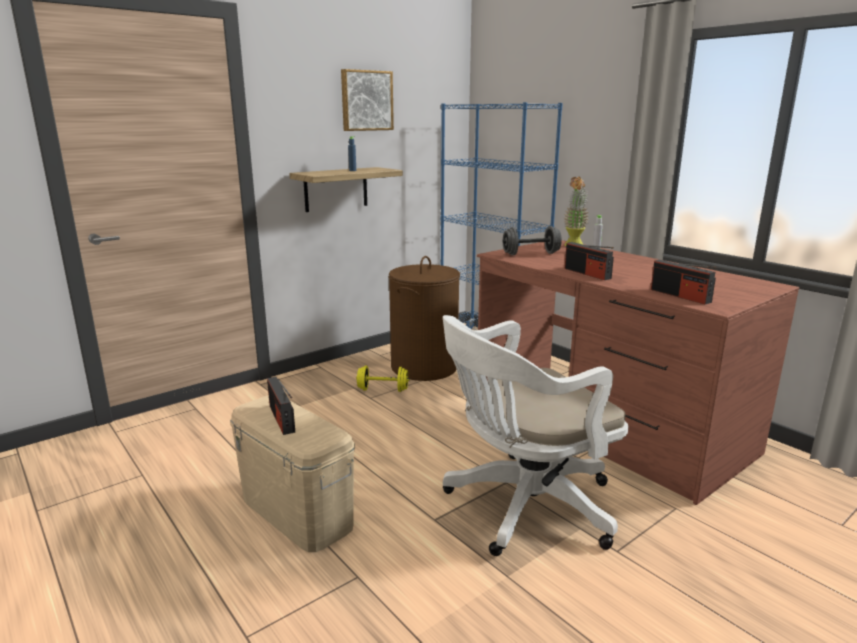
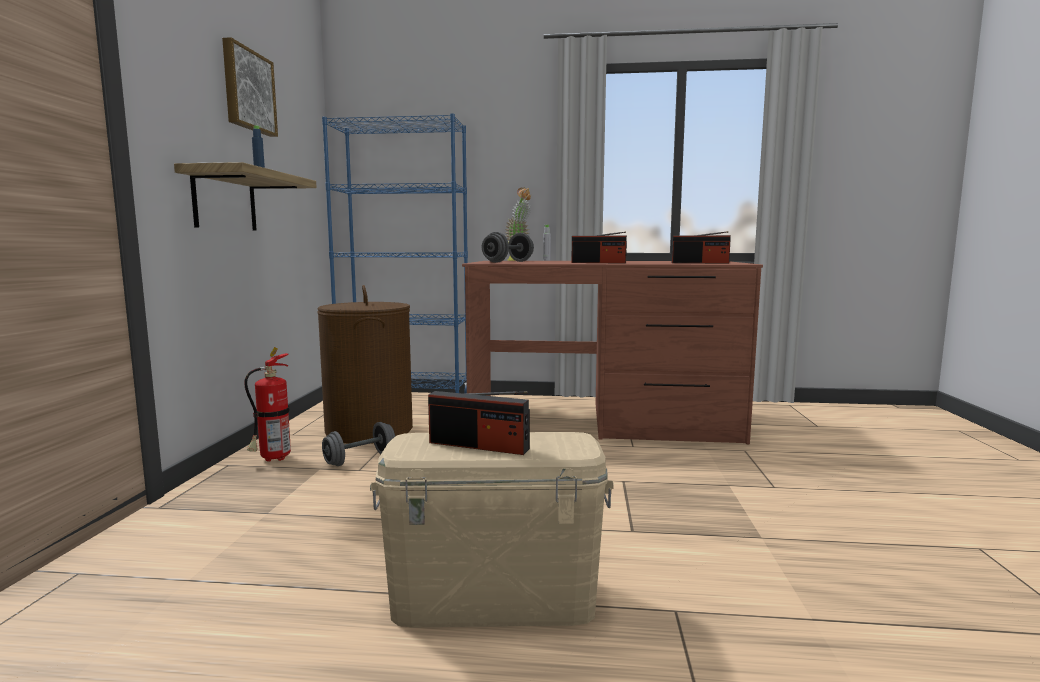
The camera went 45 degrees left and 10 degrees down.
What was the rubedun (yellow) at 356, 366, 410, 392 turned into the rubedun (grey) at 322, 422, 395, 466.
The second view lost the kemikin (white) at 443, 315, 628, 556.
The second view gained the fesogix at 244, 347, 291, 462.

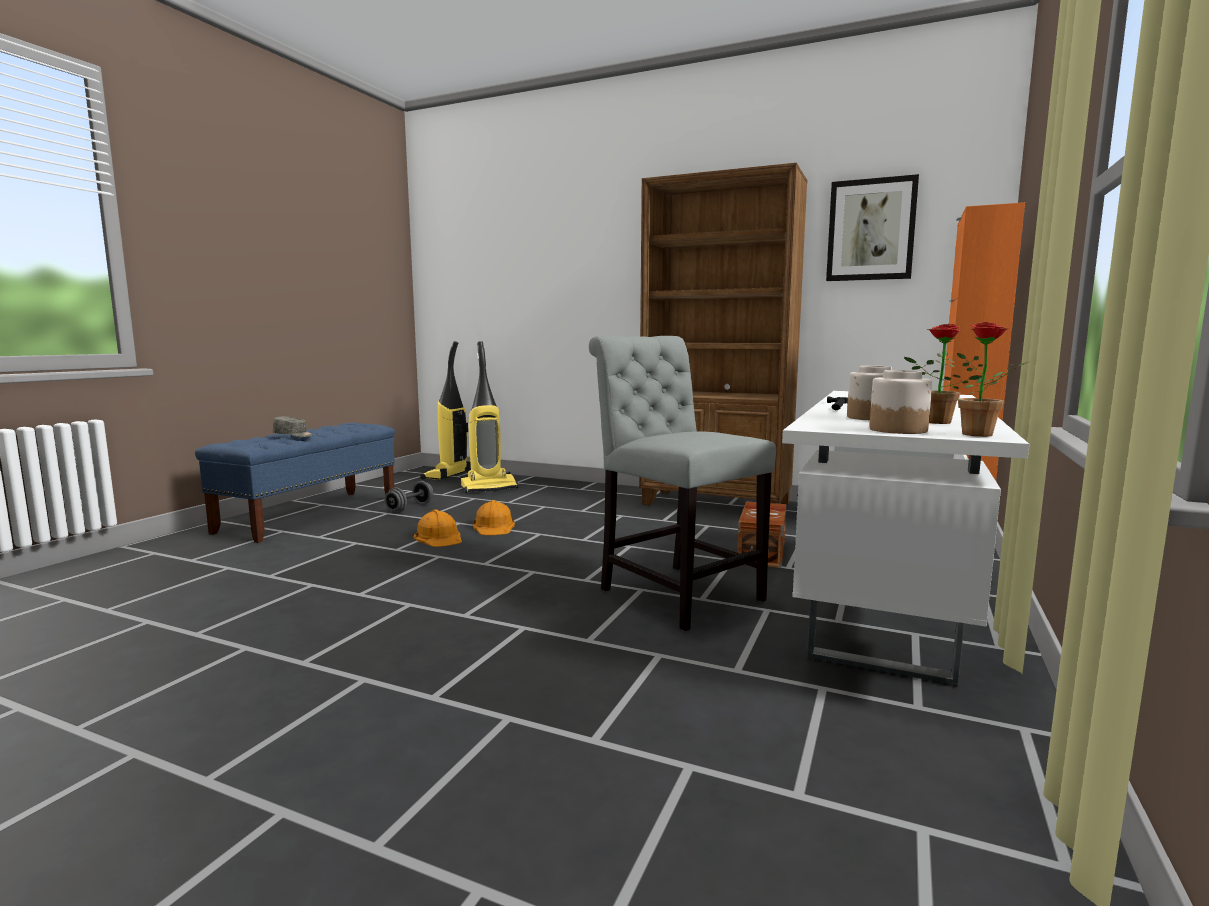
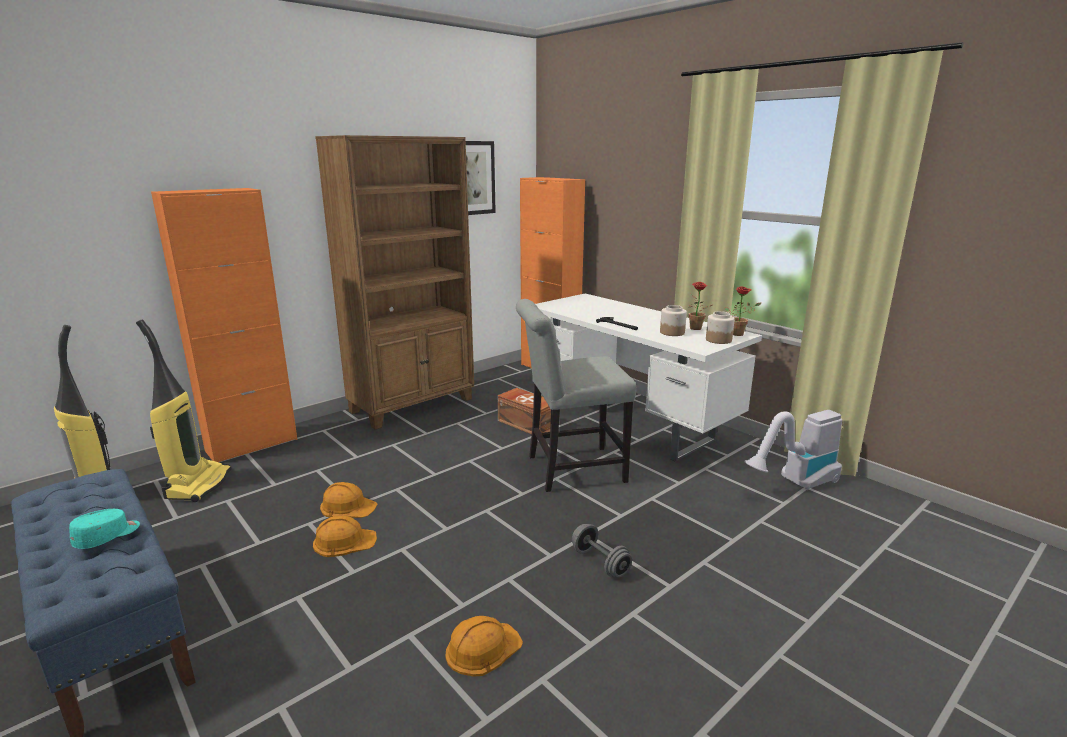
The camera went 65 degrees left and 10 degrees up.
What was the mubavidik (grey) at 273, 417, 313, 437 turned into the mubavidik (turquoise) at 69, 509, 140, 549.
The rubedun (grey) ended up elsewhere, having gone from 385, 481, 434, 512 to 572, 524, 632, 577.
The second view gained the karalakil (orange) at 151, 188, 298, 462.
The second view gained the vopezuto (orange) at 446, 616, 523, 677.
The second view gained the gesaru at 744, 410, 842, 490.

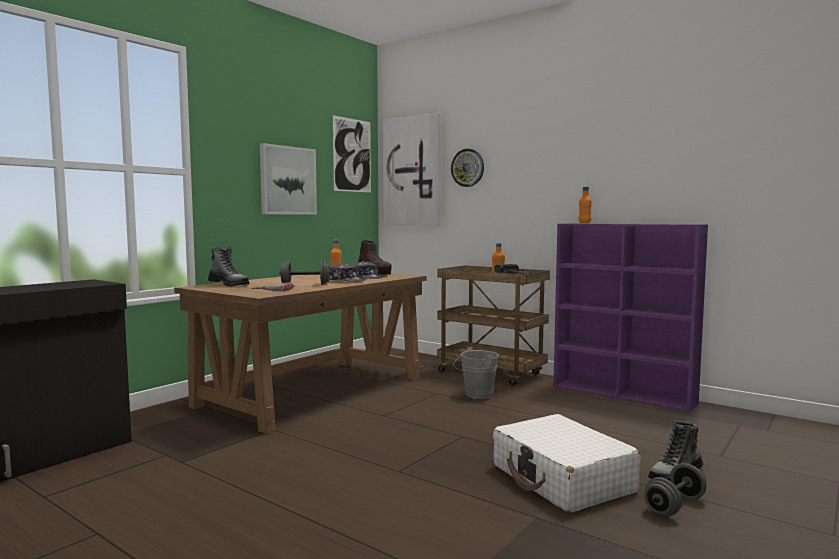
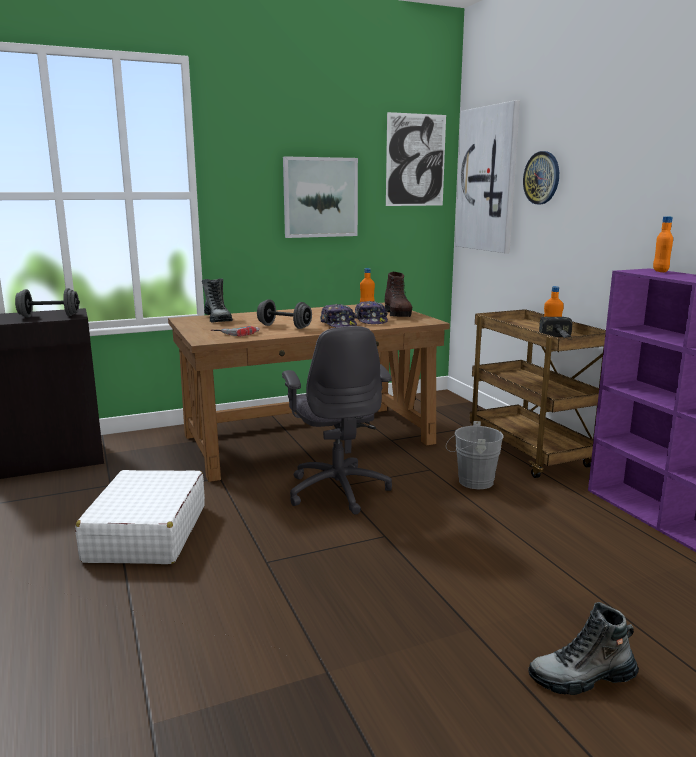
The camera went 30 degrees right and 10 degrees up.
The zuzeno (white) ended up elsewhere, having gone from 493, 414, 641, 513 to 76, 470, 205, 564.
The rubedun (grey) ended up elsewhere, having gone from 644, 463, 706, 516 to 15, 288, 80, 317.
The second view gained the kemikin (grey) at 282, 326, 392, 515.

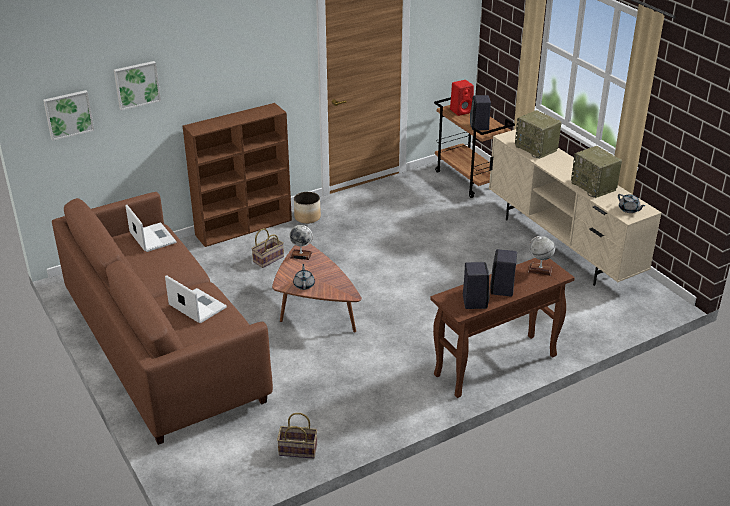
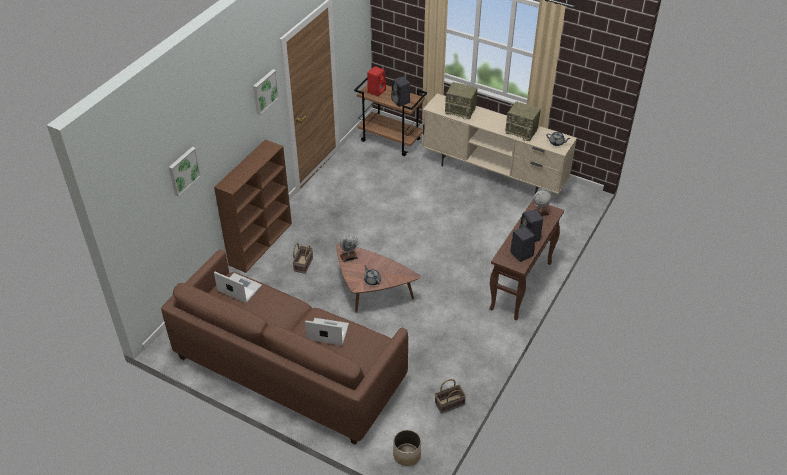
The camera went 30 degrees left and 10 degrees up.
The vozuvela ended up elsewhere, having gone from 43, 90, 94, 141 to 253, 69, 279, 115.
The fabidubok ended up elsewhere, having gone from 294, 192, 321, 224 to 393, 430, 421, 466.

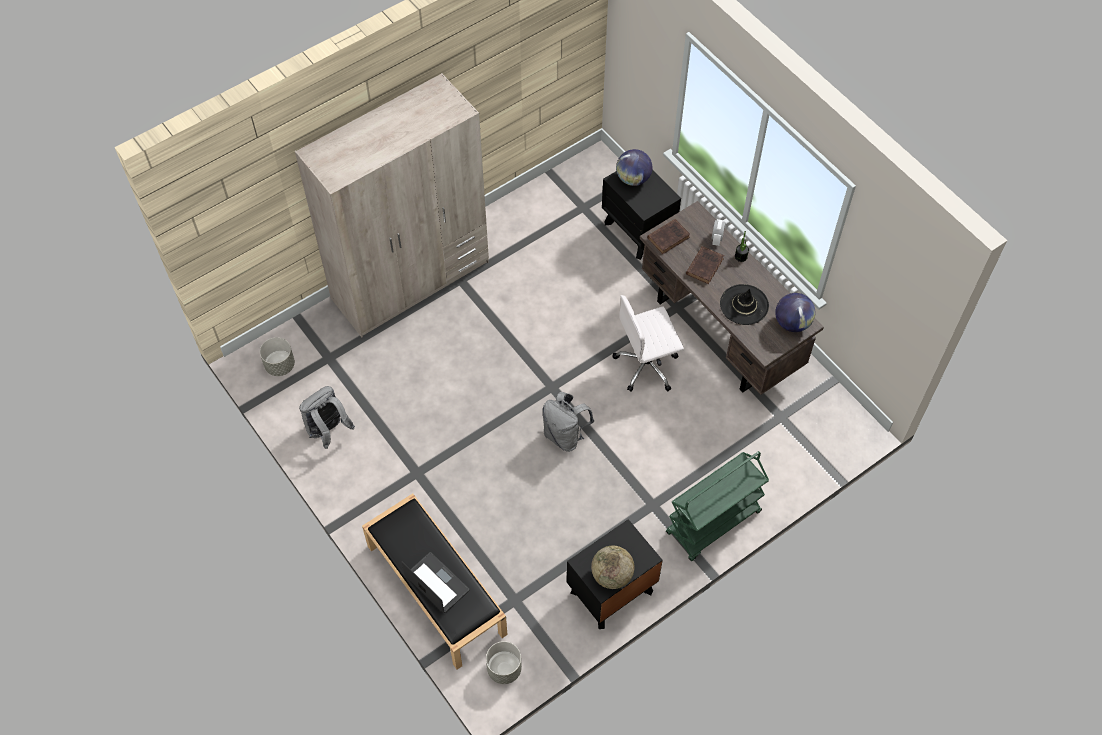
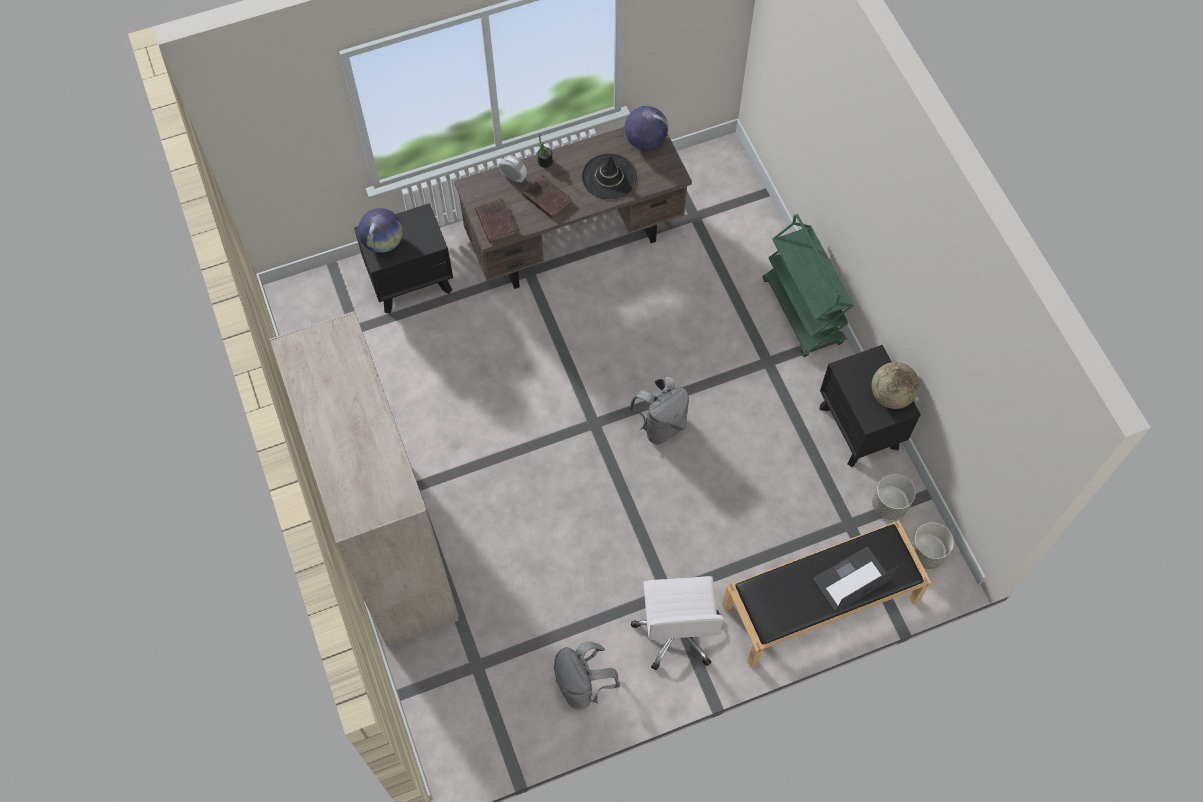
The camera went 75 degrees left and 5 degrees up.
The fabidubok (grey) ended up elsewhere, having gone from 260, 337, 295, 376 to 872, 474, 915, 520.
The kemikin (white) ended up elsewhere, having gone from 613, 295, 684, 392 to 631, 576, 724, 670.

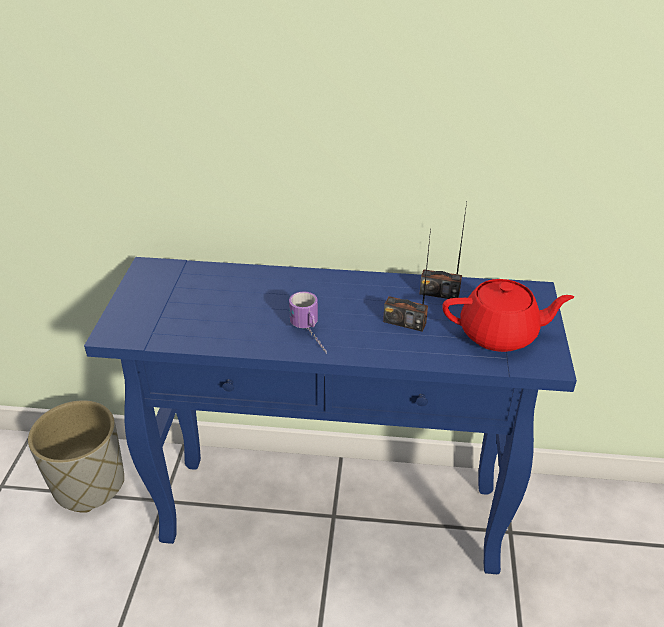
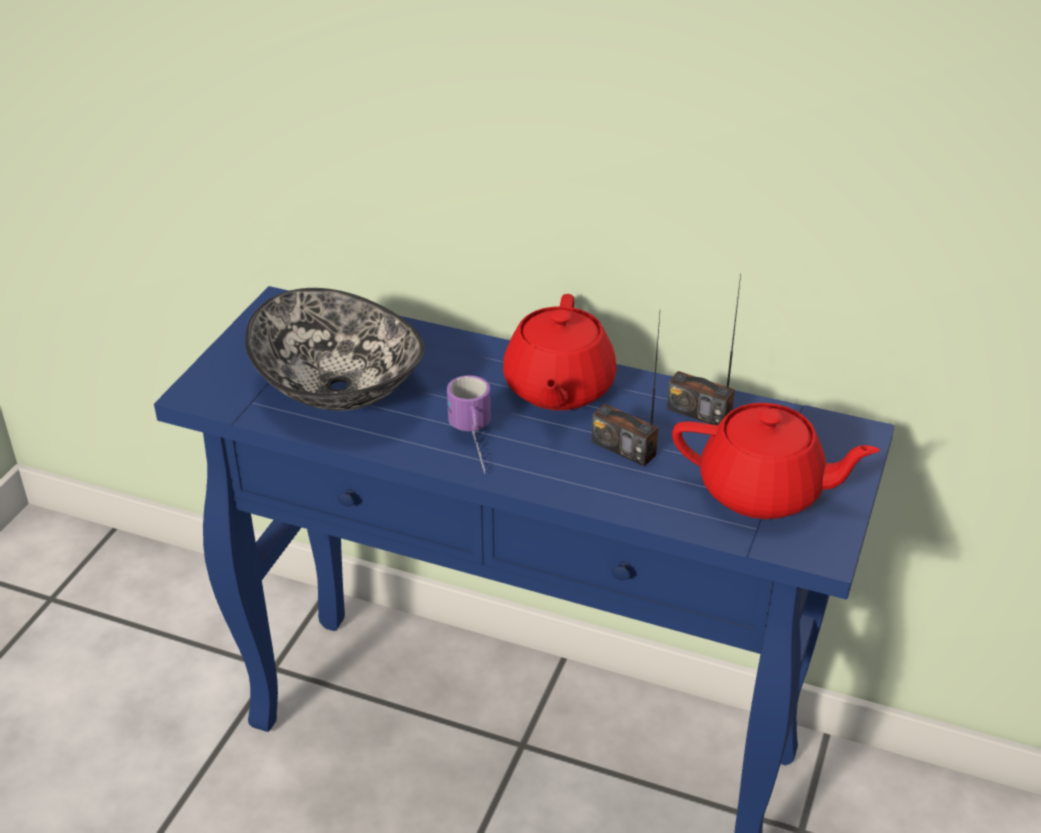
The camera went 15 degrees right and 0 degrees up.
The second view lost the fabidubok (grey) at 28, 400, 124, 513.
The second view gained the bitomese at 245, 288, 425, 411.
The second view gained the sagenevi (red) at 503, 294, 617, 410.

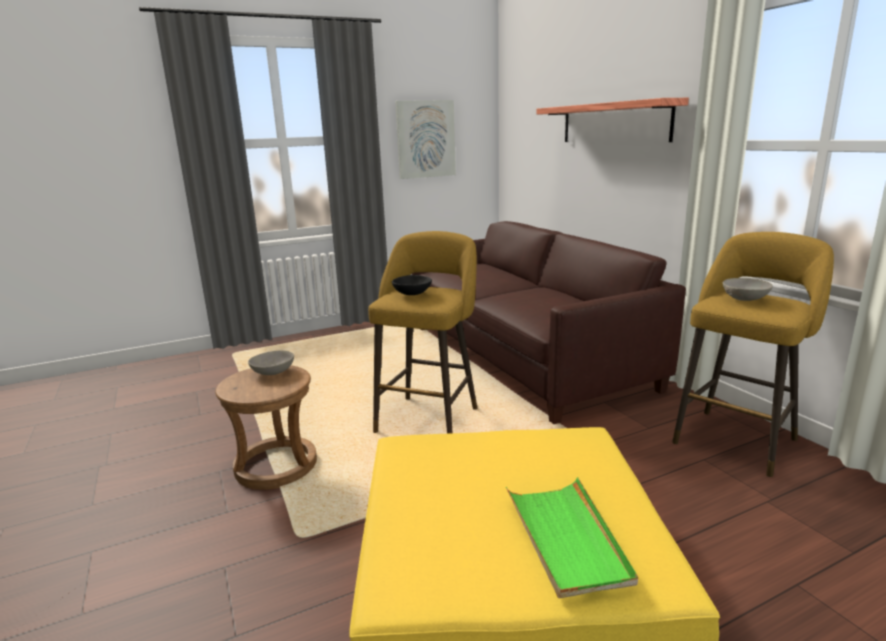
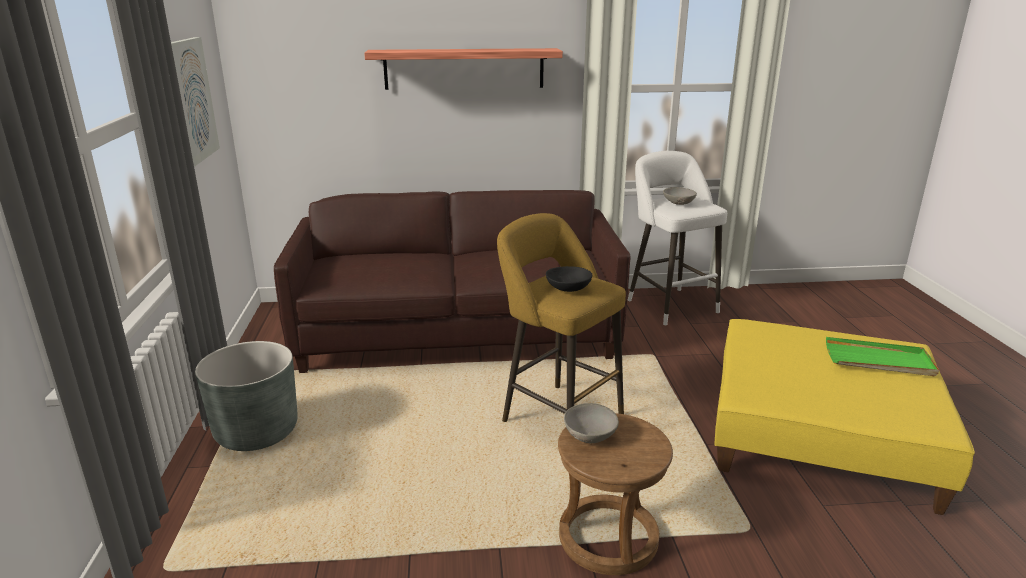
The camera went 70 degrees left and 5 degrees up.
What was the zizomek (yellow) at 672, 232, 834, 477 turned into the zizomek (white) at 628, 151, 727, 325.
The second view gained the fabidubok (grey) at 195, 341, 298, 451.

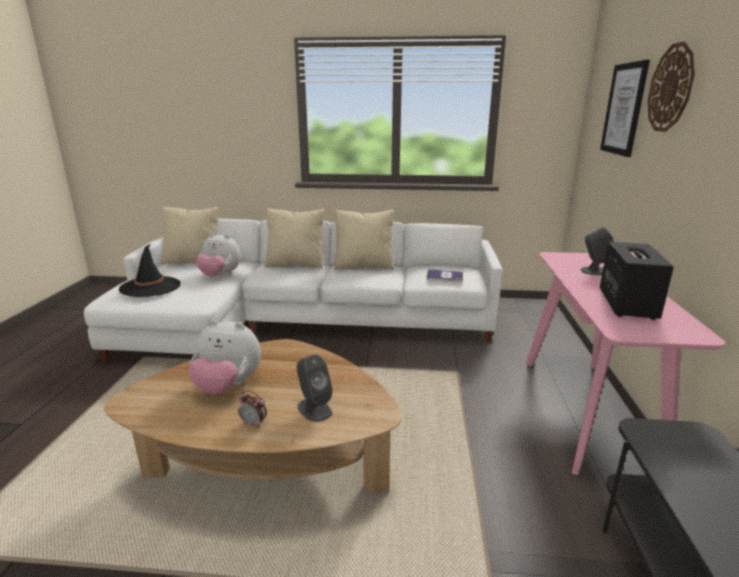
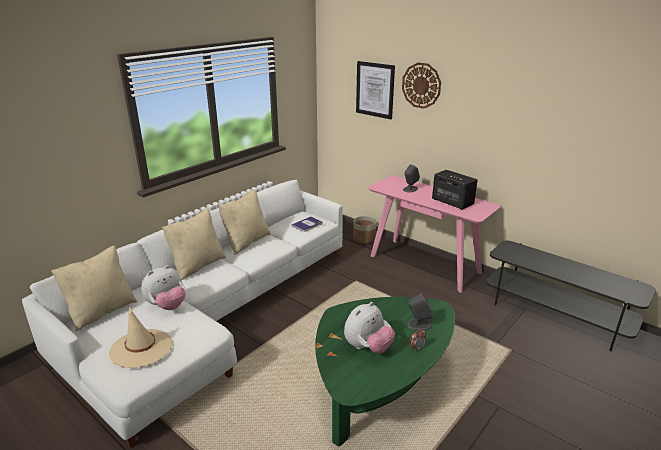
The camera went 55 degrees left and 5 degrees up.
What was the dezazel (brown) at 104, 339, 402, 493 turned into the dezazel (green) at 315, 297, 455, 447.
What was the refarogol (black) at 119, 243, 181, 297 turned into the refarogol (beige) at 109, 306, 173, 368.
The second view gained the fabidubok at 353, 216, 377, 243.

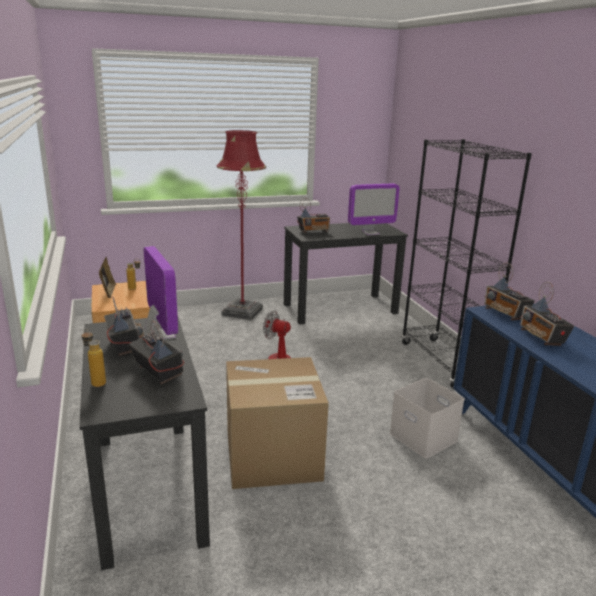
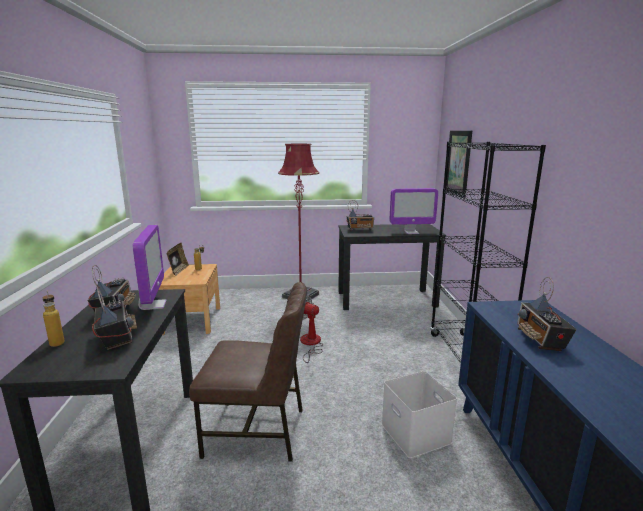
The camera went 15 degrees right and 5 degrees down.
Where the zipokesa stood at 226, 357, 329, 489, the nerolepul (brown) came to stand at 189, 282, 307, 462.
The second view lost the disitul at 484, 263, 535, 321.
The second view gained the vozuvela at 446, 131, 472, 198.

